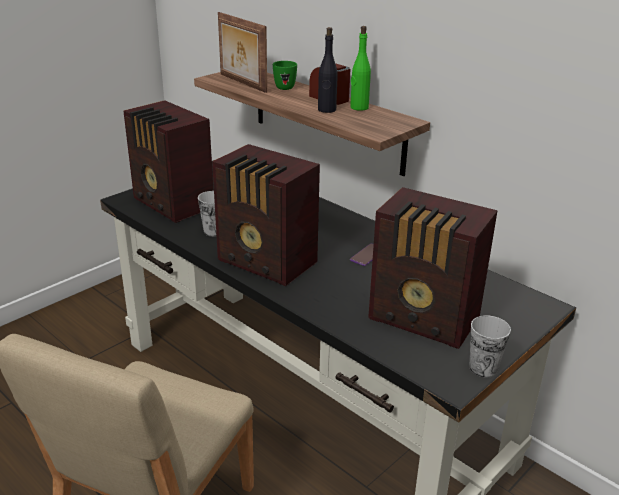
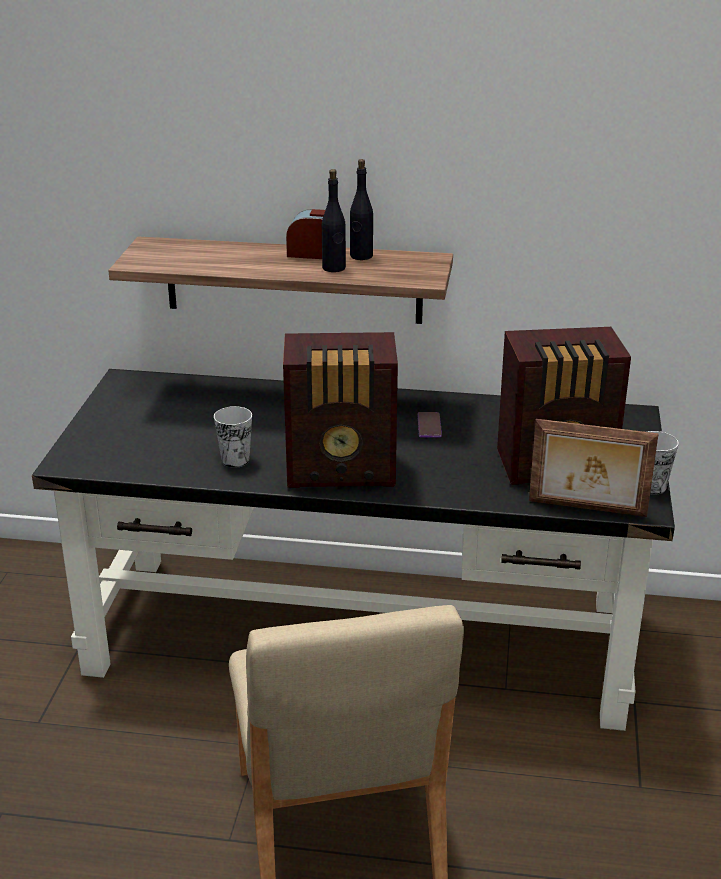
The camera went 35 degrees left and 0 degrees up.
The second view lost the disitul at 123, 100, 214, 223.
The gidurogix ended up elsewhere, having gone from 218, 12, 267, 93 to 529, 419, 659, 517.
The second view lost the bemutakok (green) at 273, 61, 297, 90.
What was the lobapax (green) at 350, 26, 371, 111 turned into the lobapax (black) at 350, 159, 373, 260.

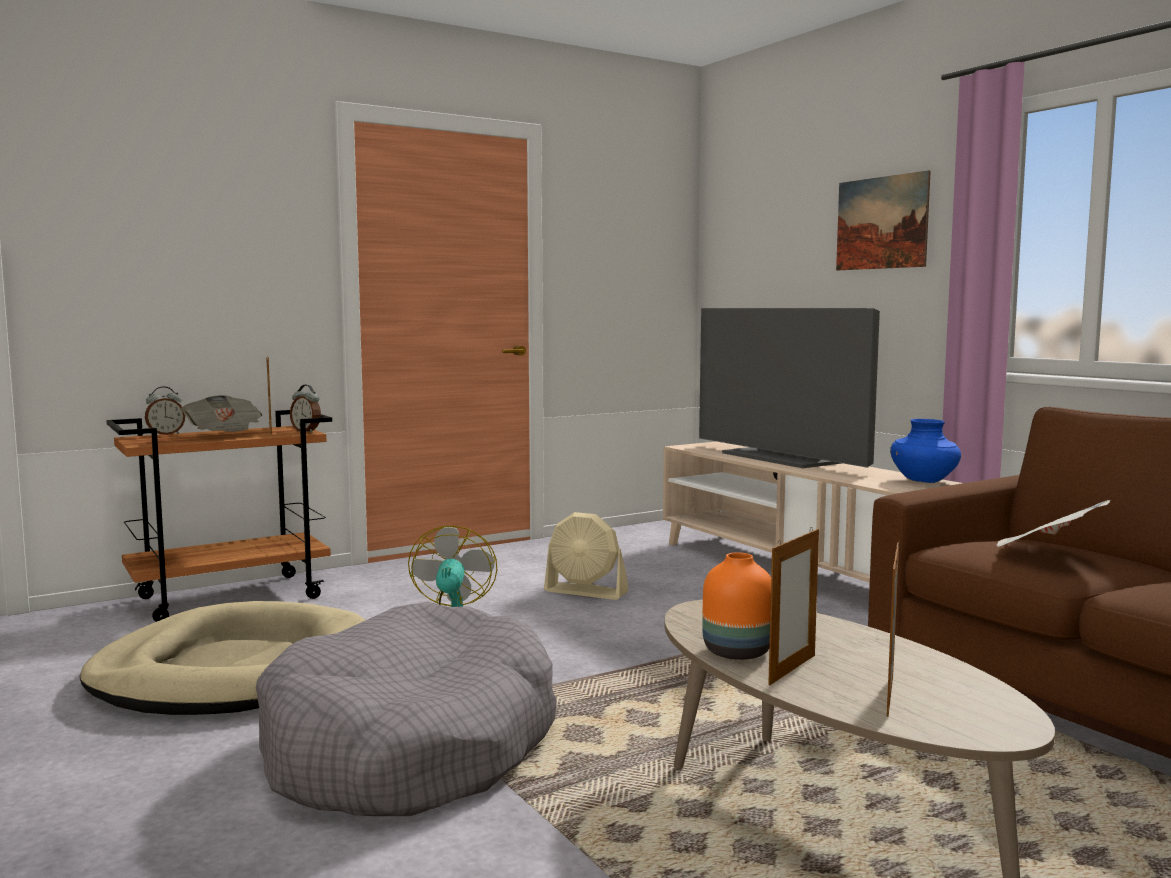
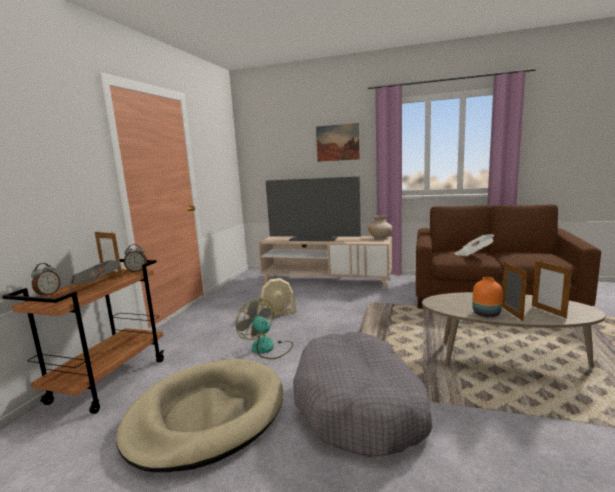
The camera went 40 degrees left and 5 degrees up.
What was the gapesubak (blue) at 890, 419, 961, 483 turned into the gapesubak (beige) at 368, 215, 392, 239.

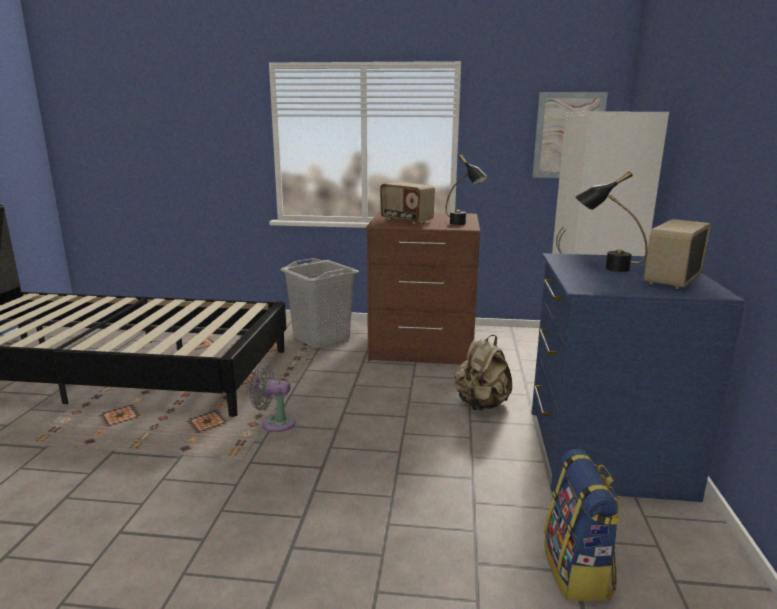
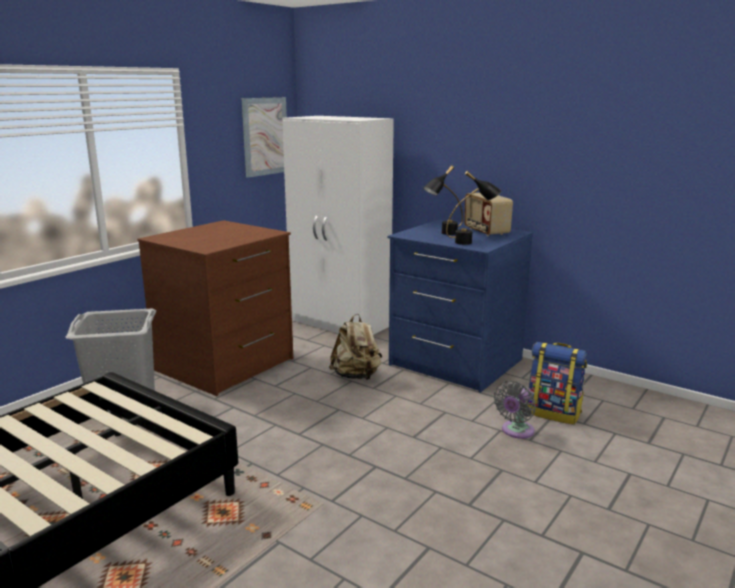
The camera went 60 degrees left and 0 degrees up.
The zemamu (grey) ended up elsewhere, having gone from 249, 365, 296, 432 to 494, 381, 536, 439.
The second view lost the disitul at 380, 182, 435, 224.
The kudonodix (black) ended up elsewhere, having gone from 445, 154, 488, 225 to 446, 171, 501, 245.

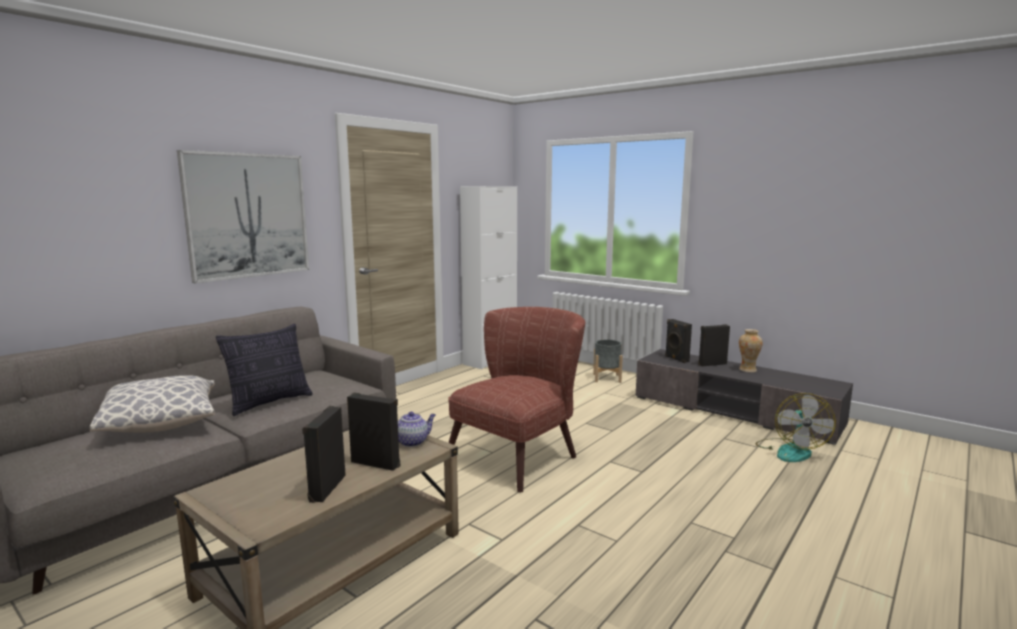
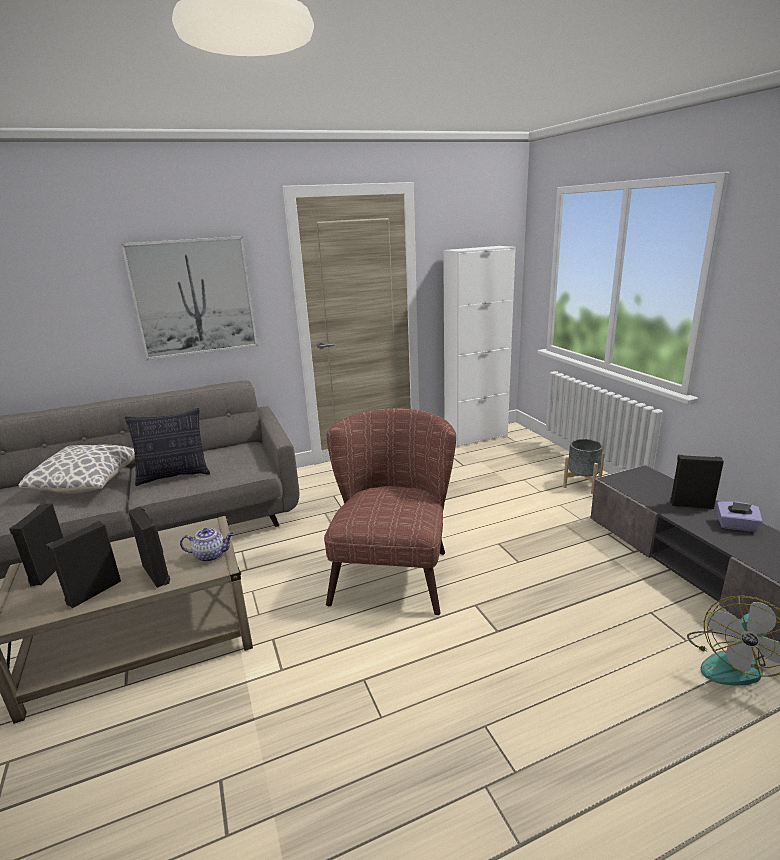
The camera went 30 degrees right and 10 degrees up.
The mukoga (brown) at 448, 307, 585, 493 ended up facing another way, 60 degrees counterclockwise from before.
The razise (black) ended up elsewhere, having gone from 665, 319, 692, 363 to 9, 503, 64, 586.
Where the gapesubak stood at 739, 329, 763, 372, the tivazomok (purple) came to stand at 717, 501, 763, 532.

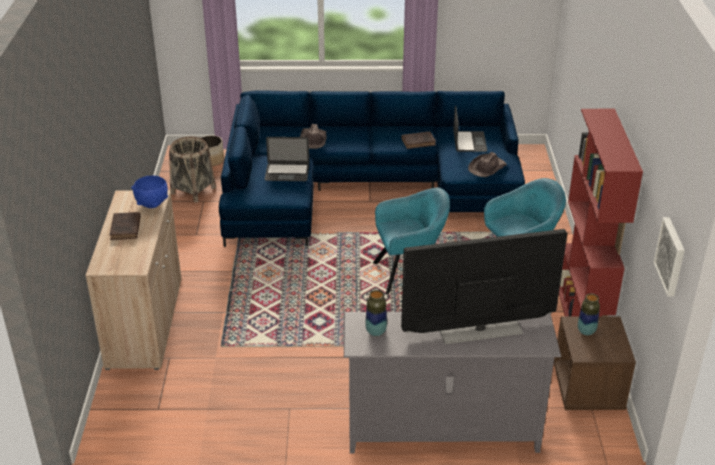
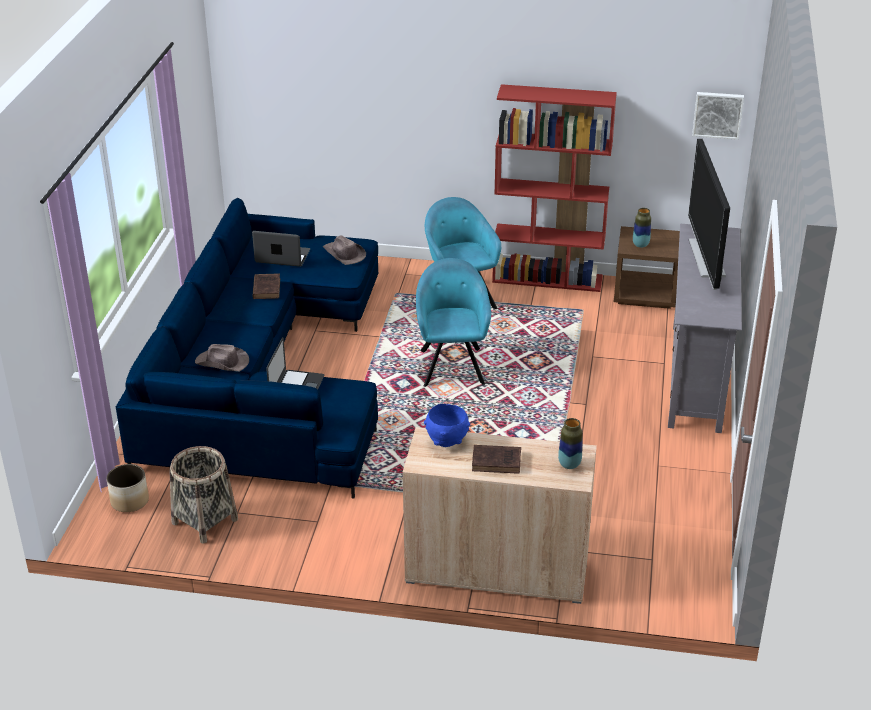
The camera went 80 degrees left and 0 degrees up.
The gapesubak ended up elsewhere, having gone from 365, 290, 387, 336 to 558, 418, 582, 469.

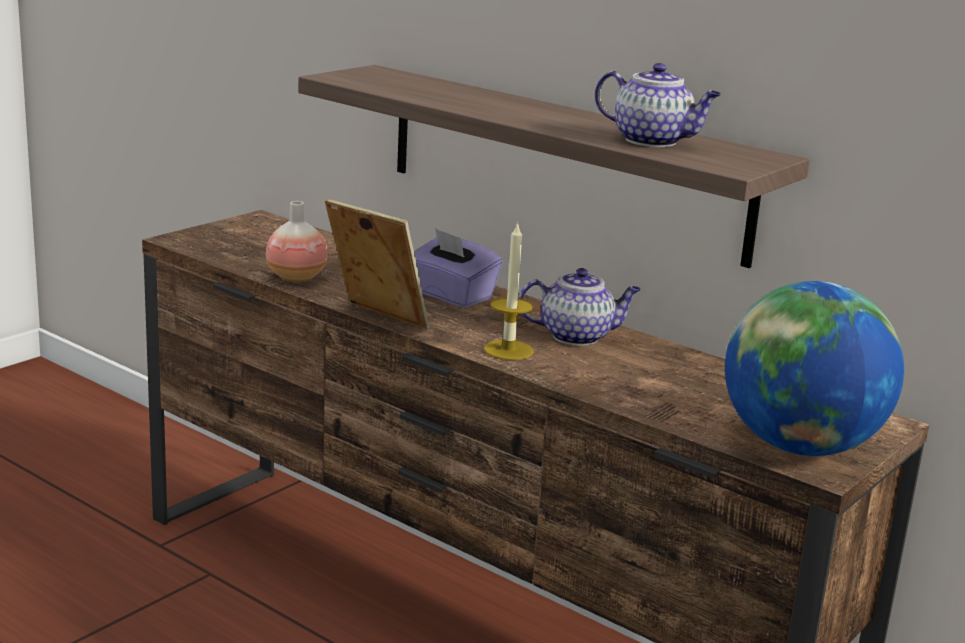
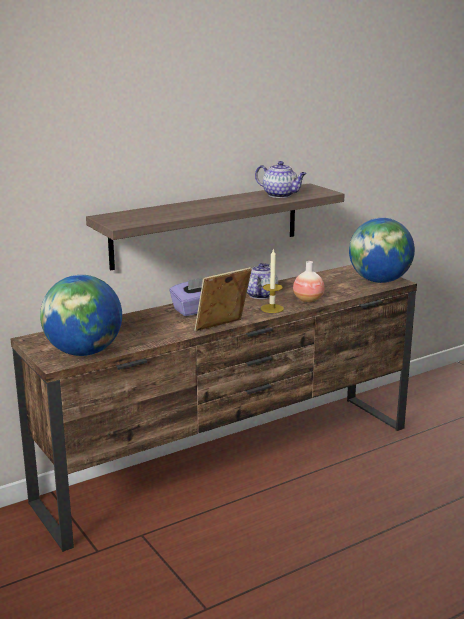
The camera went 70 degrees left and 0 degrees up.
The gapesubak ended up elsewhere, having gone from 266, 201, 328, 282 to 293, 261, 325, 303.
The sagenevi at 595, 63, 721, 147 ended up facing another way, 75 degrees clockwise from before.
The second view gained the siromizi at 40, 275, 122, 356.

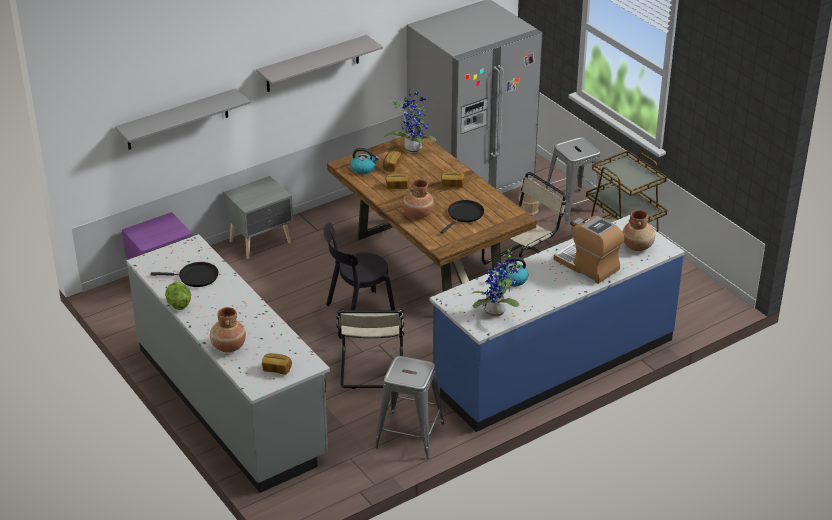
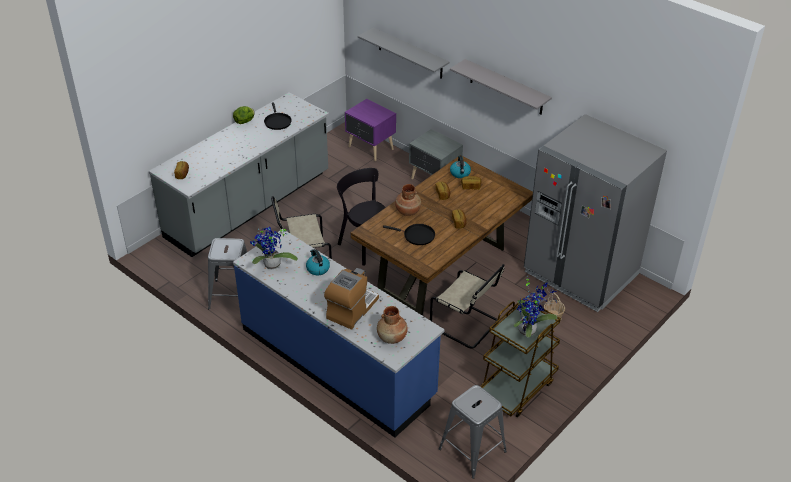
The camera went 75 degrees right and 5 degrees up.
The second view lost the gapesubak (brown) at 210, 307, 246, 352.
The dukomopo ended up elsewhere, having gone from 384, 90, 436, 153 to 514, 277, 557, 338.
The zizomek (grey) ended up elsewhere, having gone from 545, 137, 605, 224 to 439, 385, 507, 479.

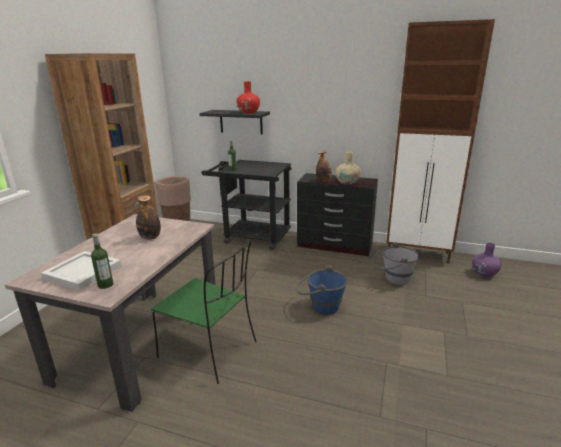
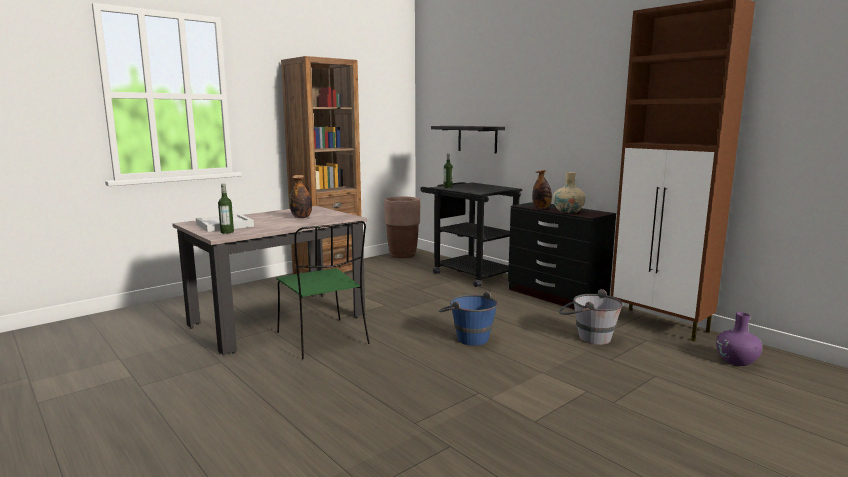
The camera went 30 degrees right and 10 degrees down.
The second view lost the gapesubak (red) at 236, 81, 260, 114.

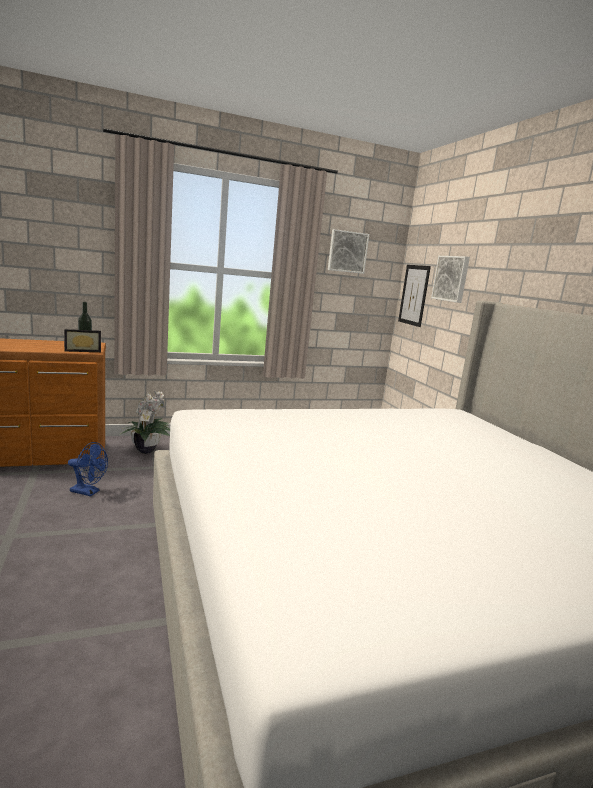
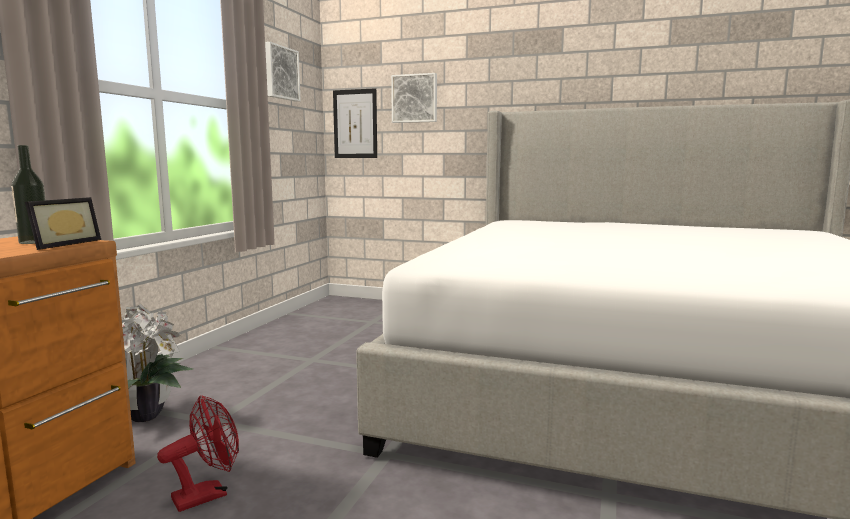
The camera went 50 degrees left and 5 degrees down.
What was the zemamu (blue) at 68, 442, 108, 496 turned into the zemamu (red) at 157, 395, 239, 512.

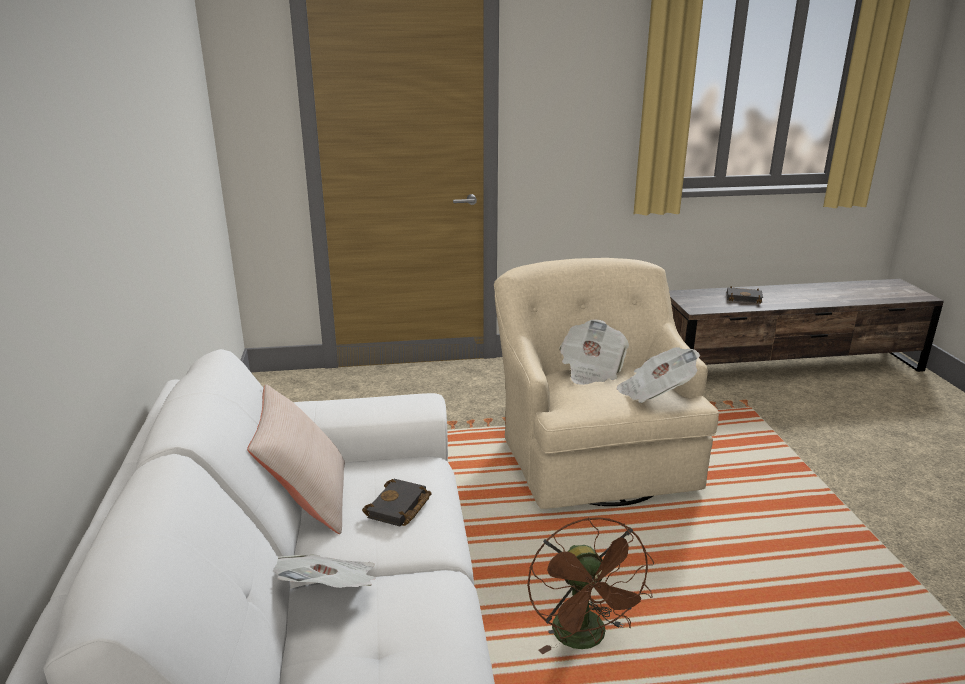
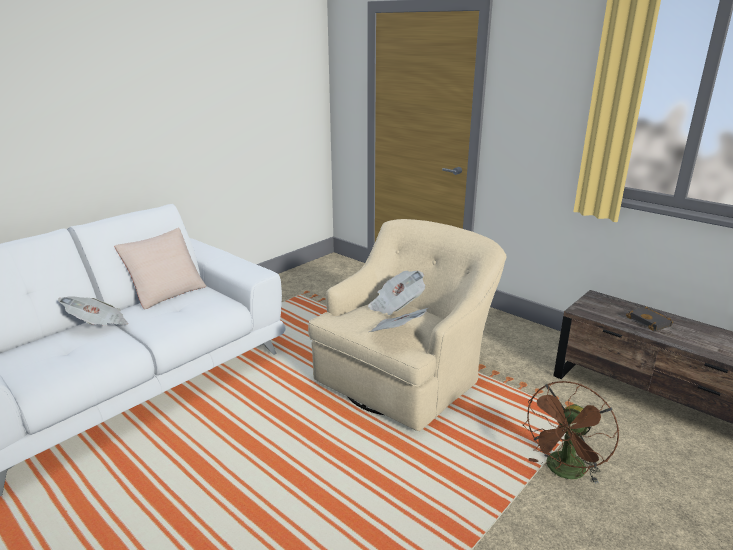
The camera went 50 degrees right and 0 degrees up.
The second view lost the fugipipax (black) at 362, 479, 432, 526.
The zemamu (brown) ended up elsewhere, having gone from 527, 517, 654, 654 to 523, 381, 619, 484.

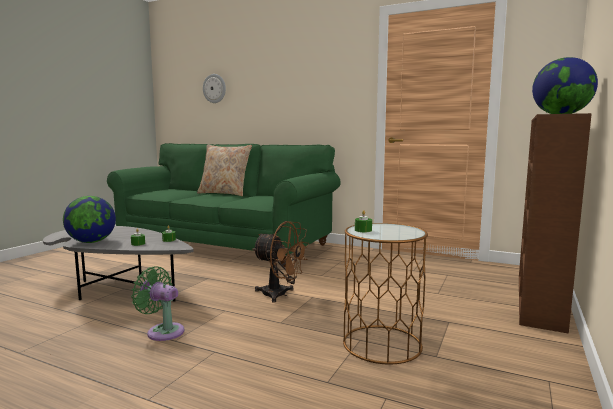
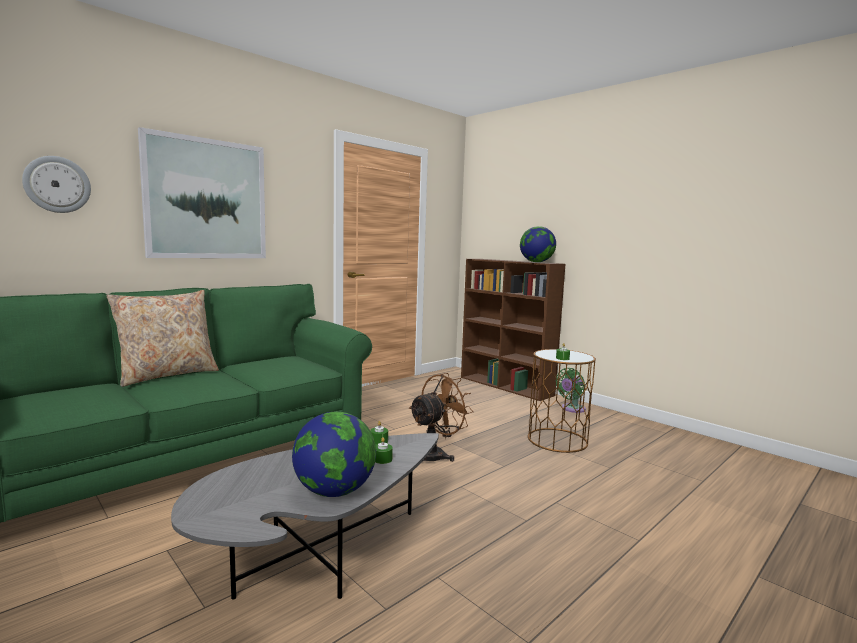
The camera went 70 degrees left and 0 degrees up.
The zemamu (green) ended up elsewhere, having gone from 131, 266, 184, 341 to 555, 368, 586, 413.
The second view gained the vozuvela at 138, 127, 266, 258.

